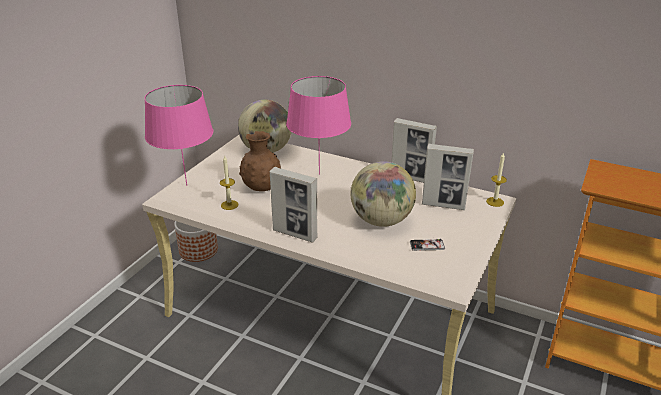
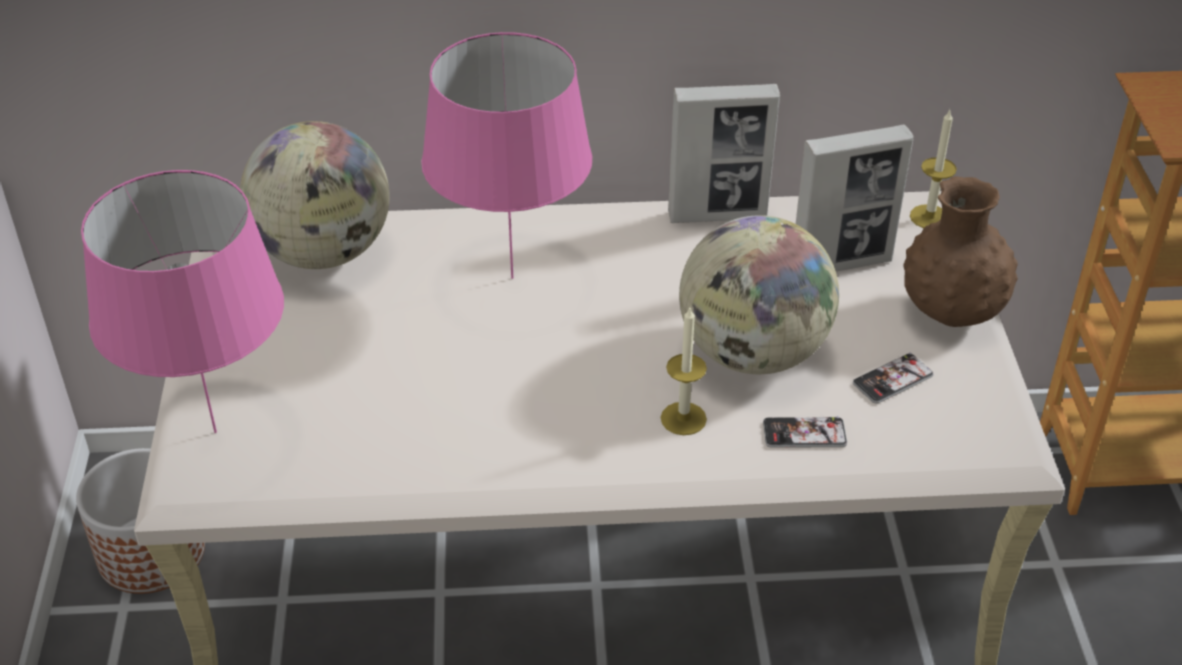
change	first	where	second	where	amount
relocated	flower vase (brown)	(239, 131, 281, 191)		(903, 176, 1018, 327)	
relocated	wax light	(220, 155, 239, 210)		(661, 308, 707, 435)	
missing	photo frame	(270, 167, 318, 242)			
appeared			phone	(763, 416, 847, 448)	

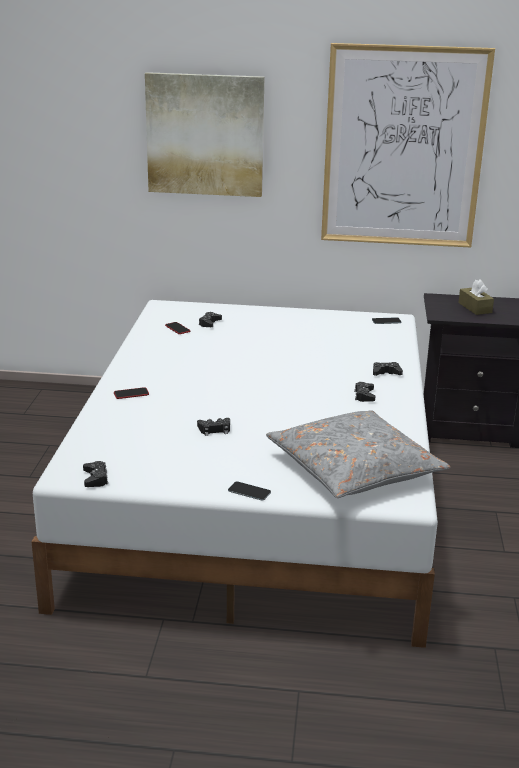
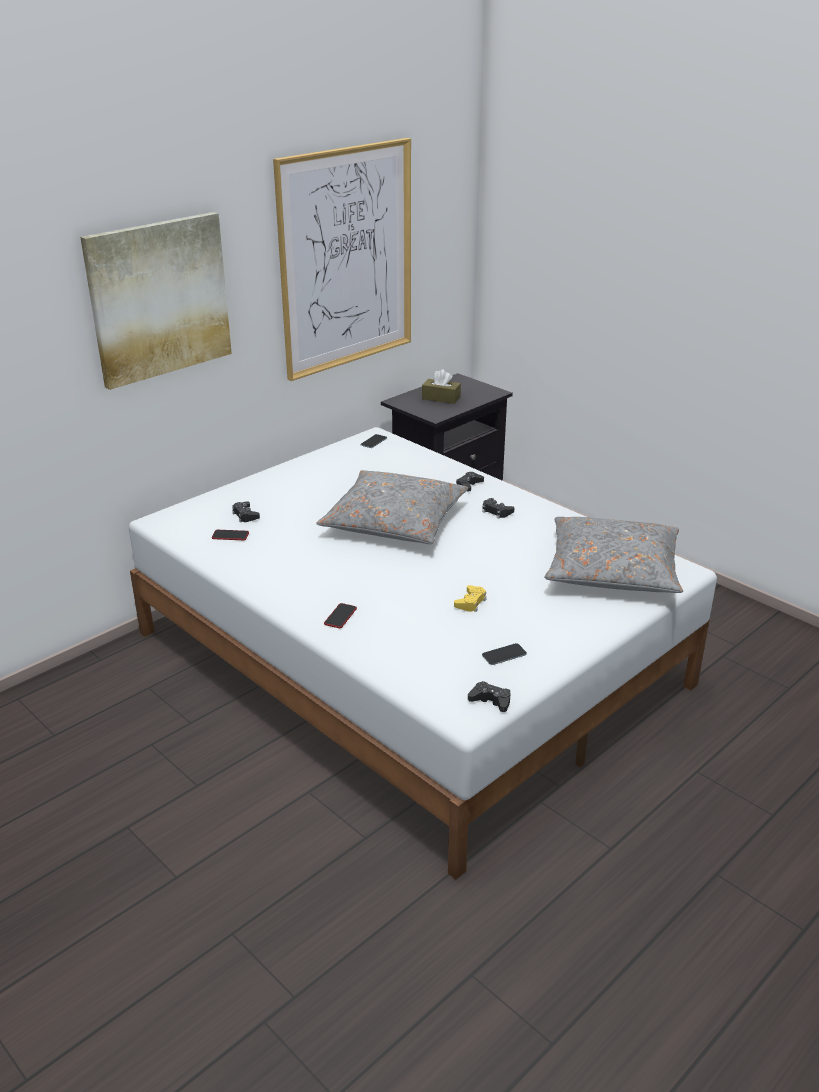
change	first	where	second	where	amount
colour	gamepad (black-coloured)	(197, 418, 230, 436)	gamepad (yellow)	(454, 585, 486, 612)	
relocated	phone	(228, 481, 271, 501)		(482, 643, 527, 665)	
appeared			cushion (greyish)	(316, 470, 468, 544)	

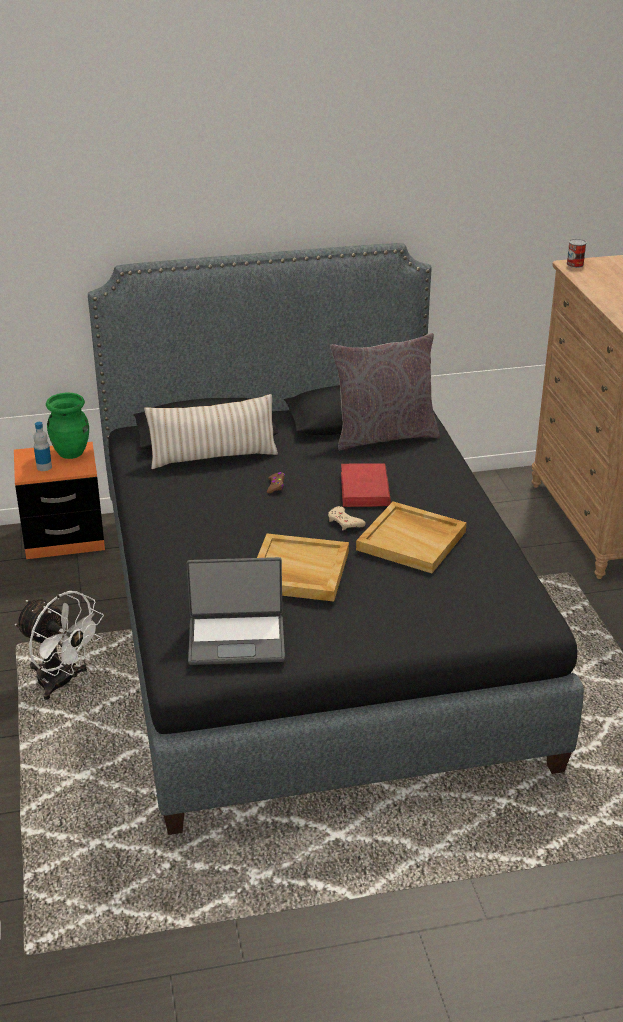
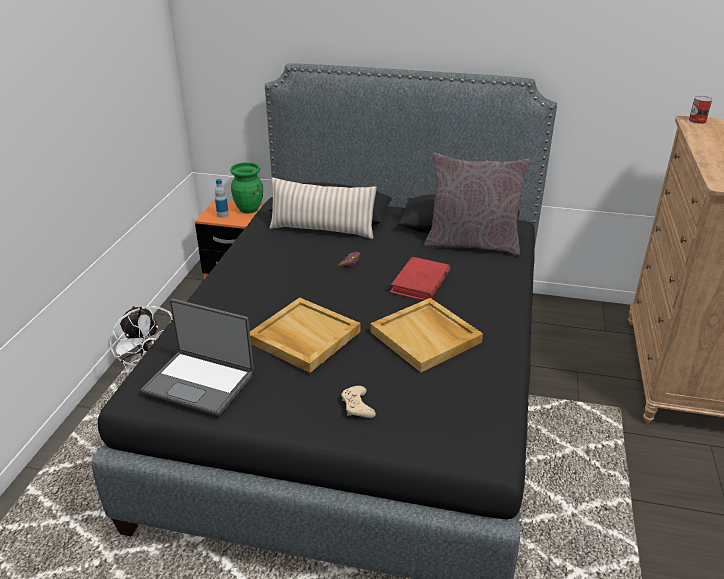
change	first	where	second	where	amount
relocated	gamepad (beige)	(328, 506, 366, 530)		(342, 386, 376, 418)	

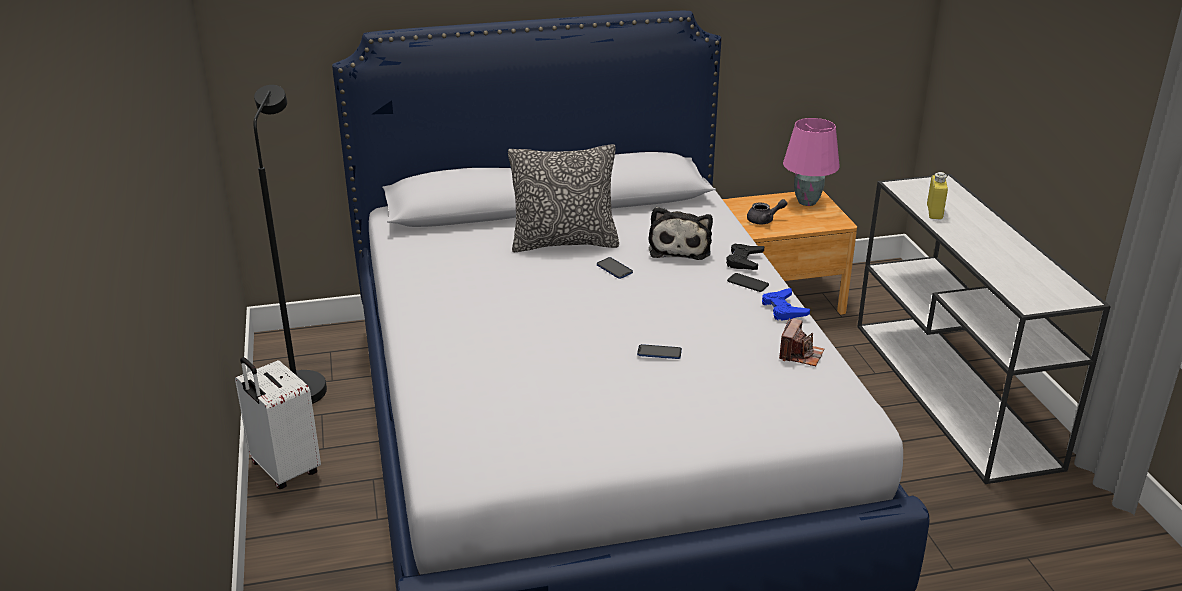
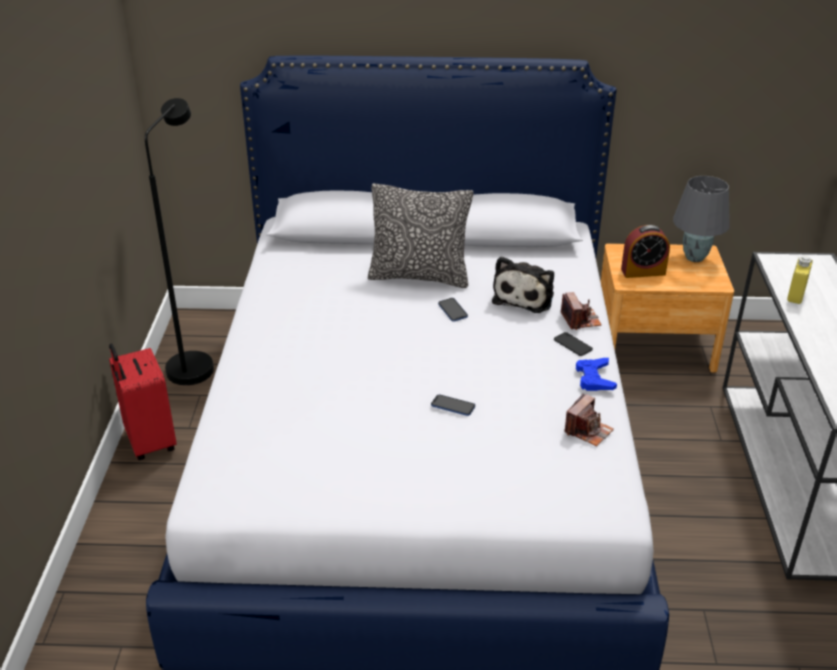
change	first	where	second	where	amount
colour	table lamp (pink-coloured)	(783, 118, 840, 206)	table lamp (greyish)	(673, 176, 730, 262)	
exchanged	pot for tea (greyish)	(747, 199, 787, 224)	table clock	(621, 225, 670, 278)	
exchanged	gamepad (black-coloured)	(726, 244, 764, 270)	still camera	(561, 292, 602, 330)	
colour	suitcase (white)	(235, 357, 321, 489)	suitcase (red)	(109, 344, 177, 460)	

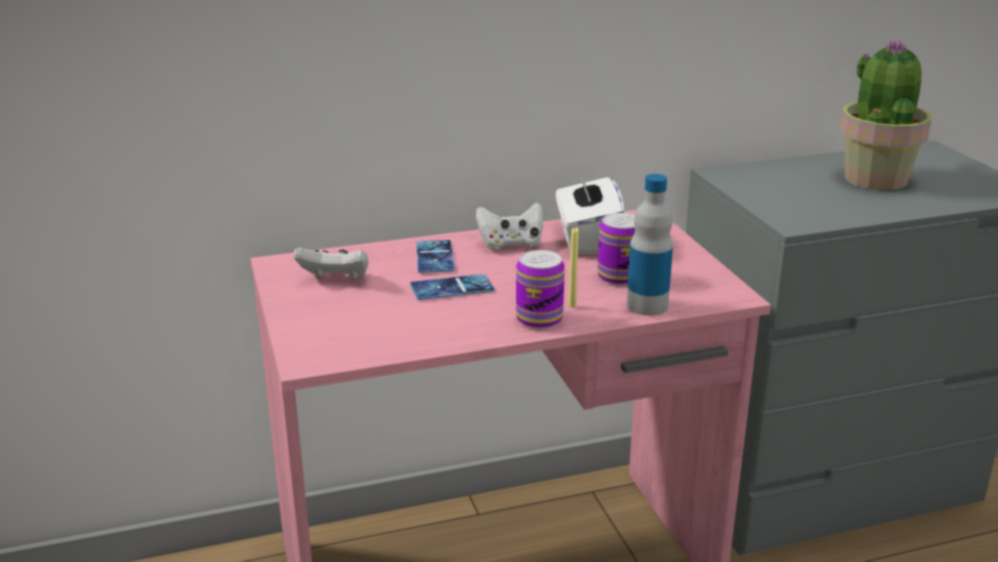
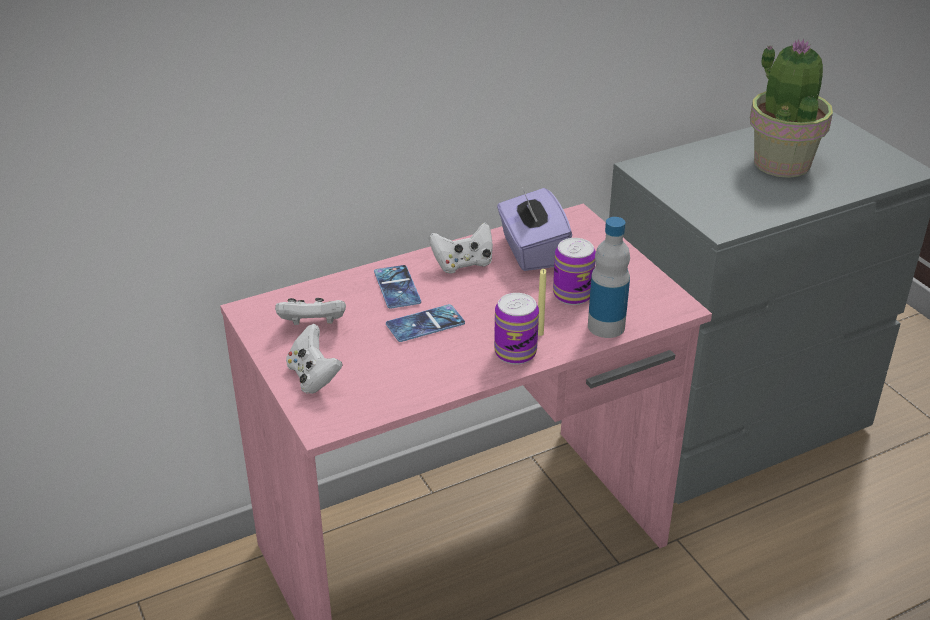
change	first	where	second	where	amount
colour	tissue holder (white)	(556, 166, 625, 254)	tissue holder (purple)	(497, 187, 572, 271)	
appeared			gamepad (white)	(286, 324, 343, 394)	

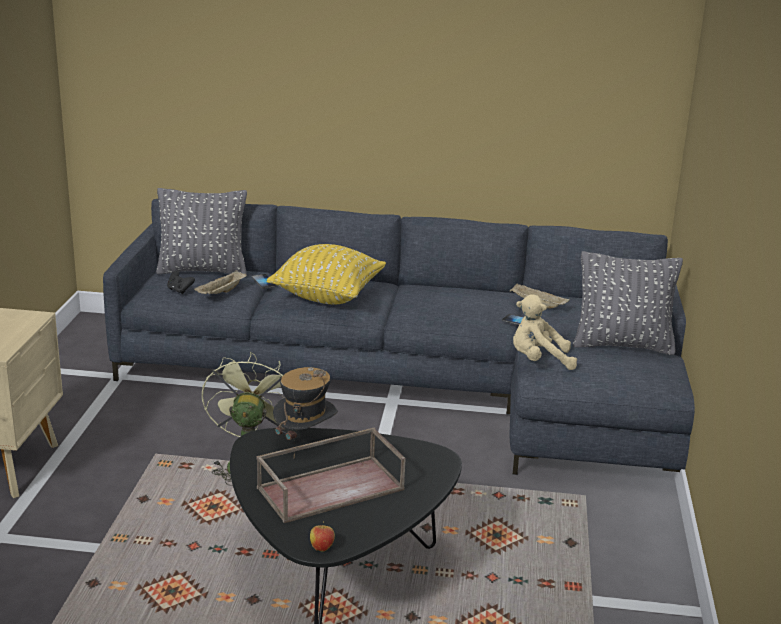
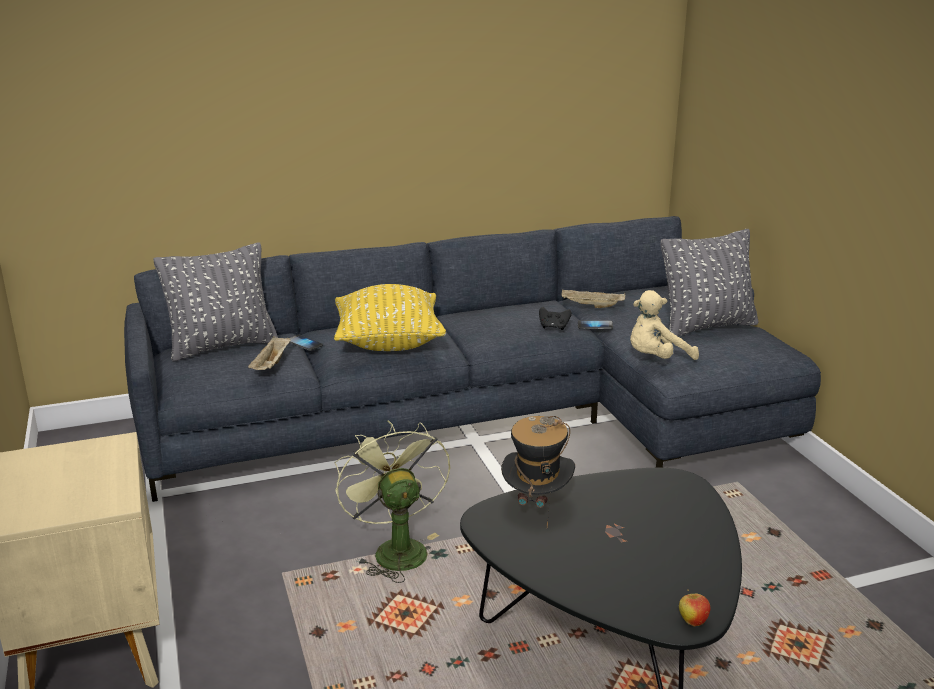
change	first	where	second	where	amount
relocated	gamepad (black-coloured)	(167, 271, 195, 294)		(539, 307, 572, 330)	
missing	carrying tray (brown)	(256, 428, 405, 523)			

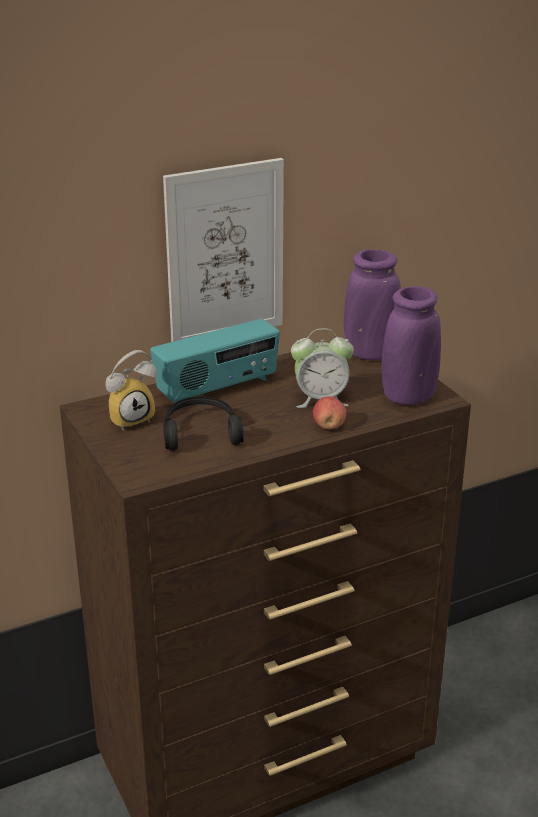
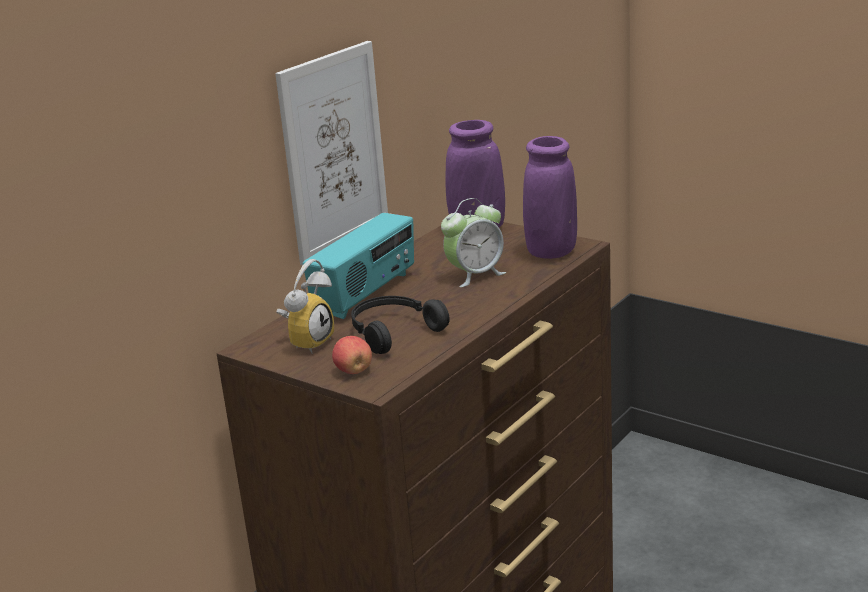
change	first	where	second	where	amount
relocated	apple fruit	(313, 396, 346, 430)		(332, 336, 372, 374)	

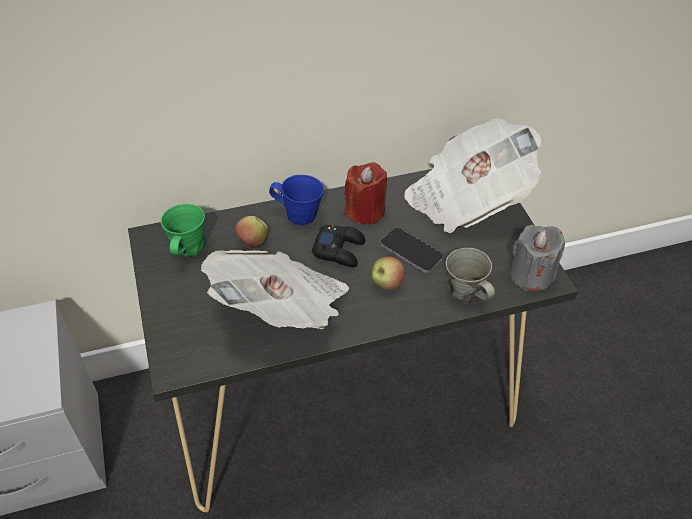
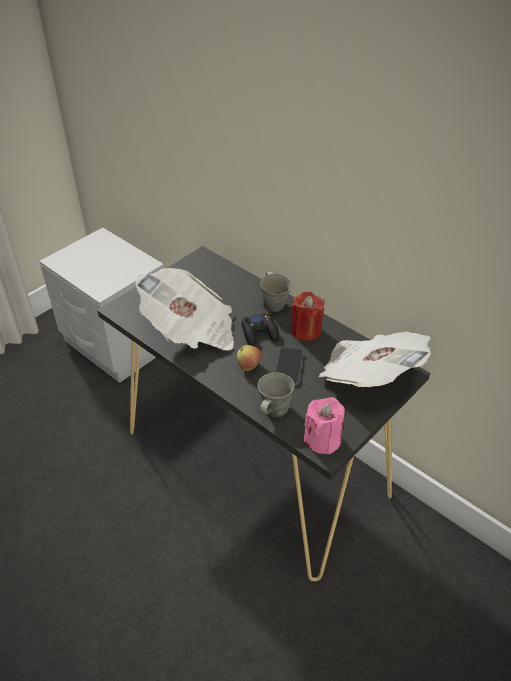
change	first	where	second	where	amount
colour	mug (blue)	(269, 175, 324, 226)	mug (greyish)	(260, 272, 292, 312)	
missing	mug (green)	(161, 204, 205, 257)			
missing	apple fruit	(235, 216, 268, 248)			
colour	wax light (greyish)	(510, 225, 565, 291)	wax light (pink-coloured)	(303, 397, 345, 455)	

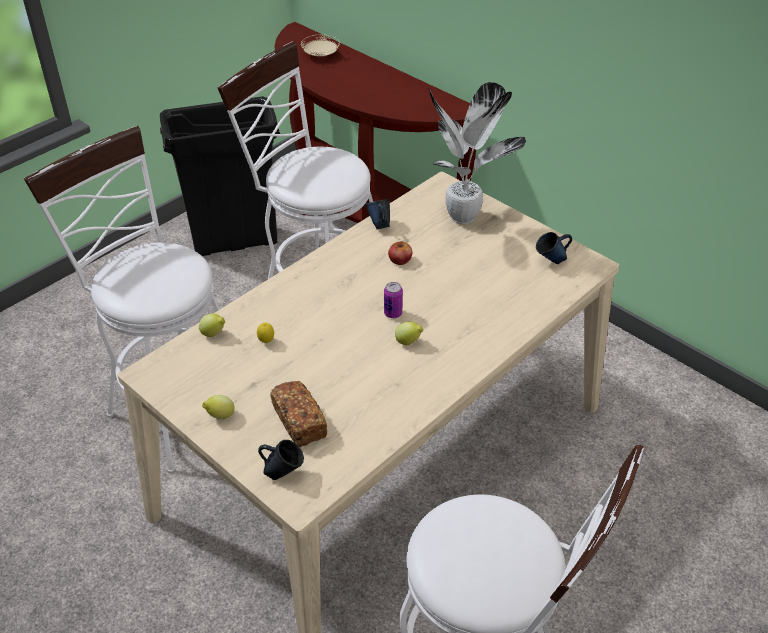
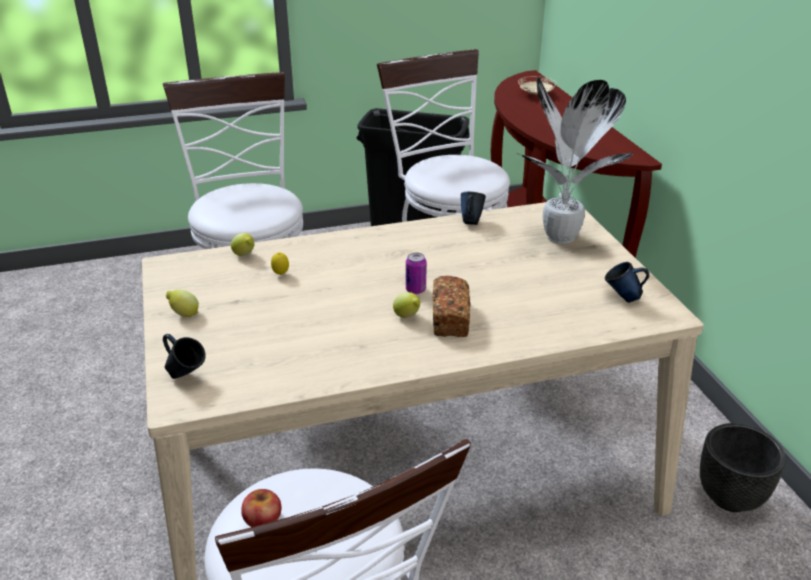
change	first	where	second	where	amount
relocated	apple fruit	(388, 242, 412, 265)		(241, 489, 281, 527)	
relocated	bakery bread	(270, 381, 327, 447)		(433, 276, 471, 337)	
appeared			flower pot (black-coloured)	(700, 423, 786, 512)	

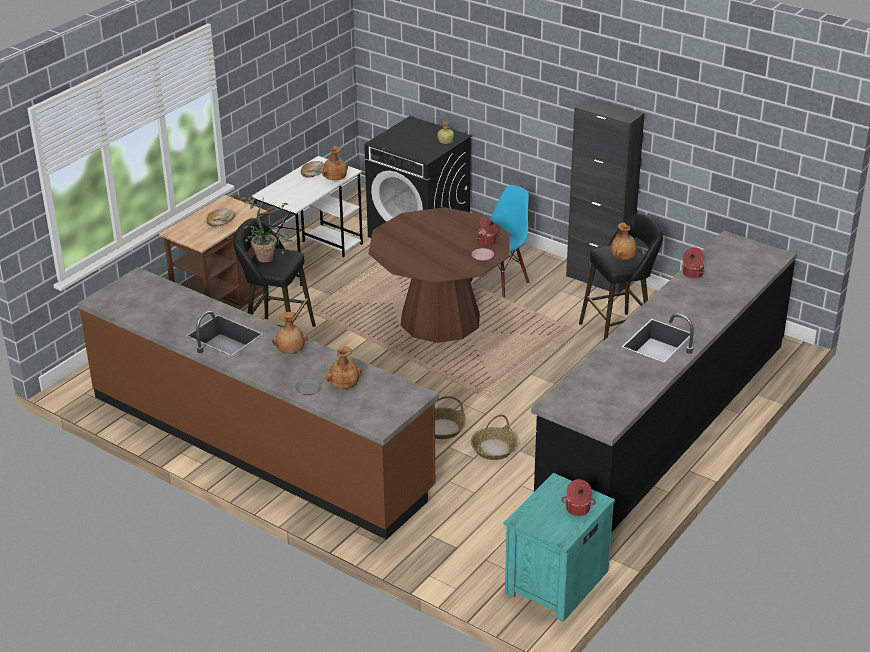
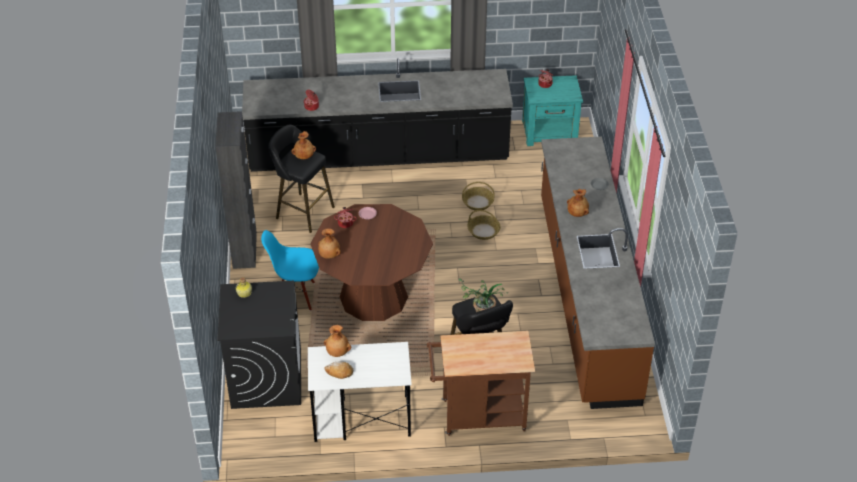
change	first	where	second	where	amount
missing	bakery bread	(206, 209, 236, 227)			
relocated	flower vase (brown)	(326, 346, 362, 389)		(318, 228, 341, 259)	

